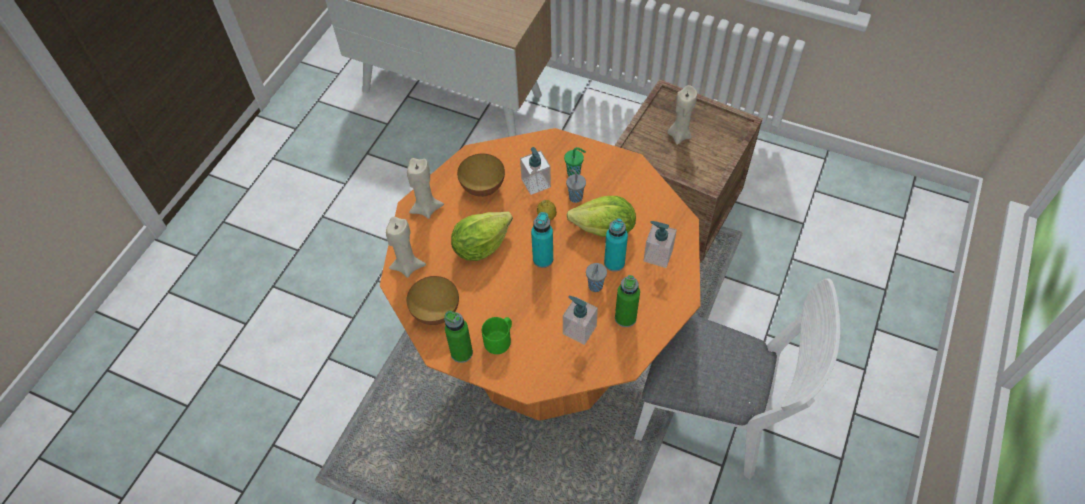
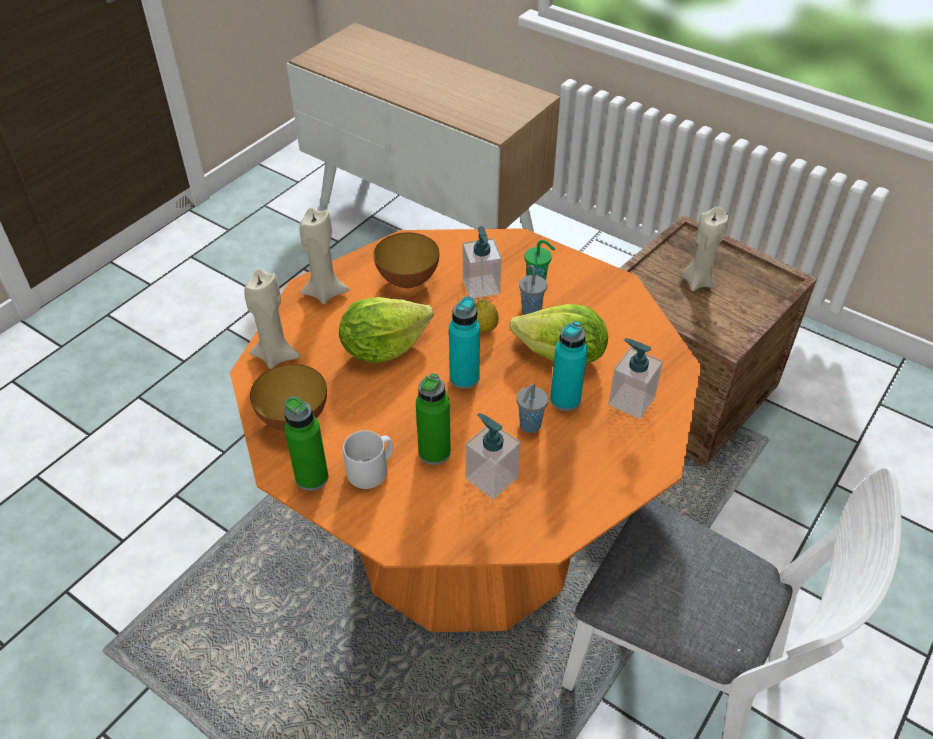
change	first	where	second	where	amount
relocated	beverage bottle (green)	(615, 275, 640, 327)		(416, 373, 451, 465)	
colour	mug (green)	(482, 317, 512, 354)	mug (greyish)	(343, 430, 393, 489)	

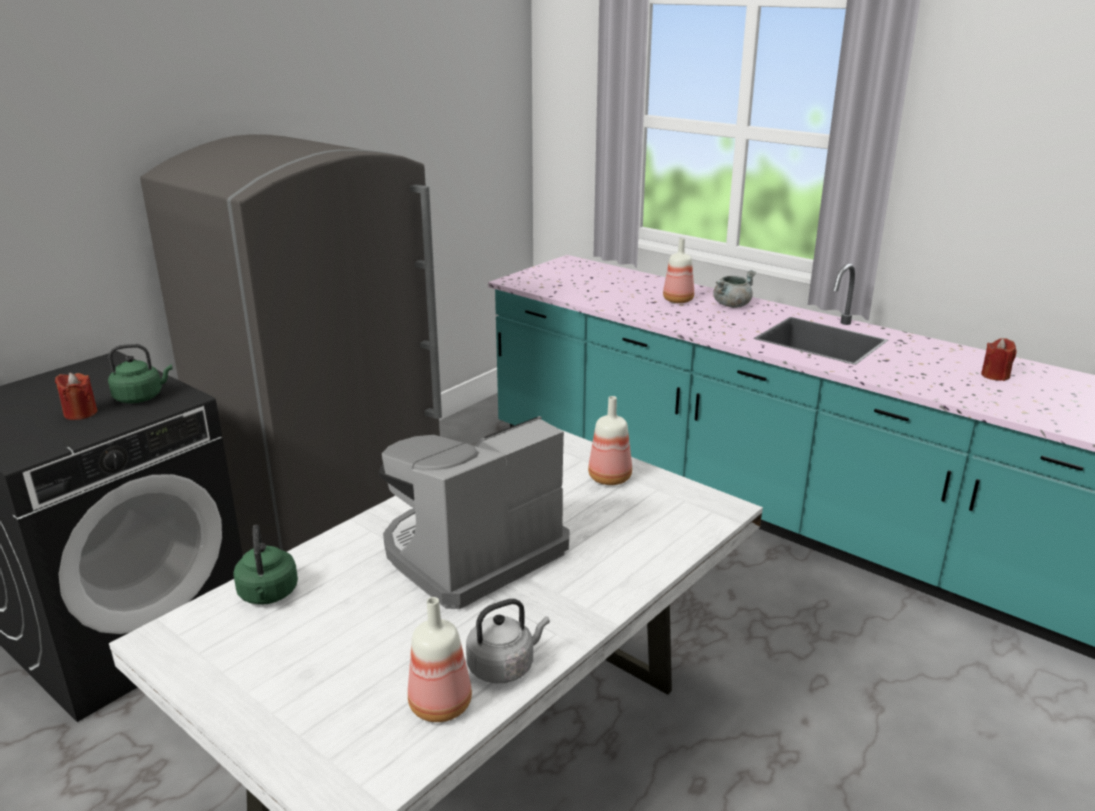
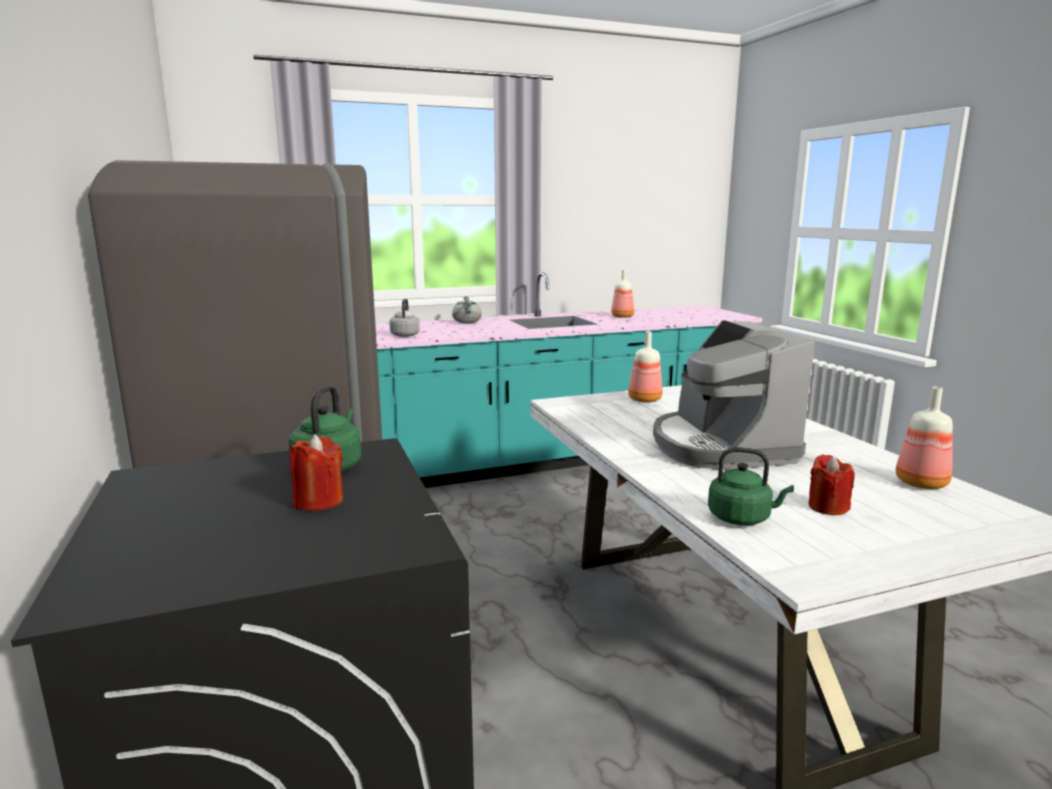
change	first	where	second	where	amount
relocated	beverage bottle	(663, 238, 694, 303)		(611, 269, 634, 318)	
relocated	wax light (red)	(981, 338, 1017, 381)		(809, 455, 855, 515)	
relocated	kettle (greyish)	(466, 599, 550, 683)		(389, 298, 420, 337)	

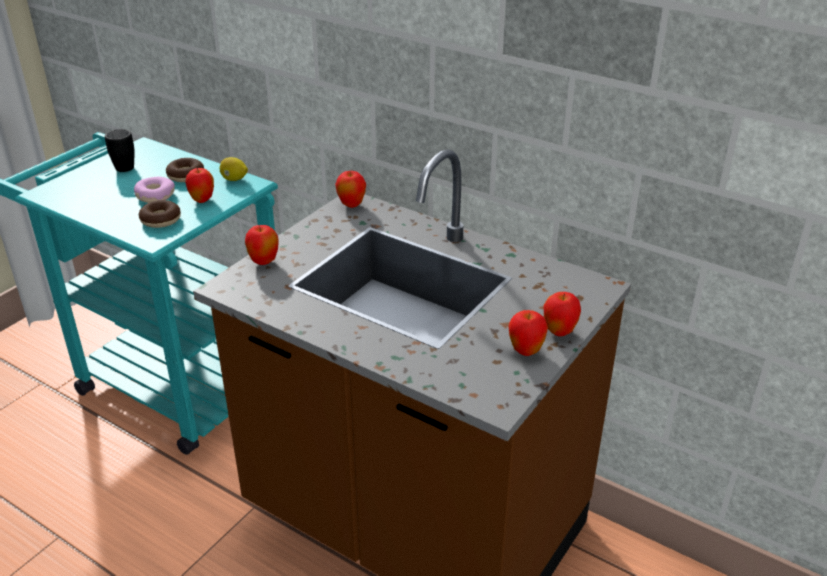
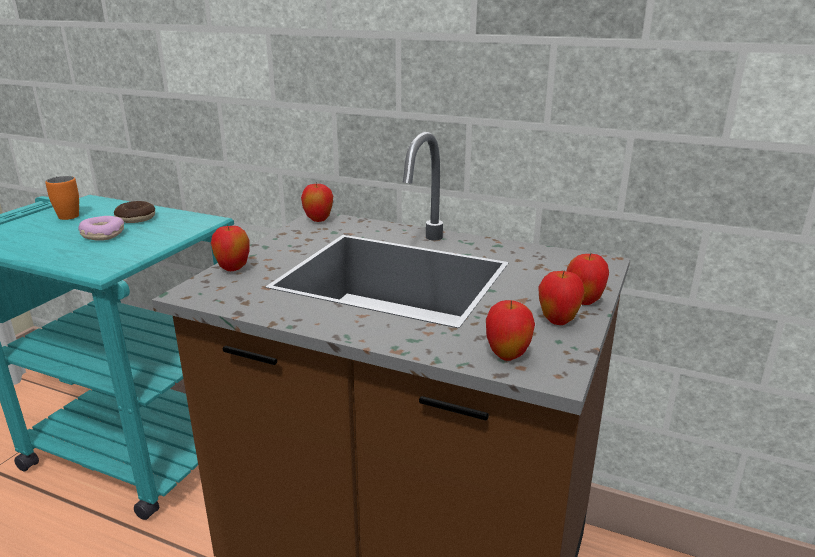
change	first	where	second	where	amount
colour	mug (black-coloured)	(105, 129, 134, 172)	mug (orange-coloured)	(45, 176, 79, 220)	
missing	whole lemon	(220, 157, 248, 181)			
relocated	apple fruit	(186, 168, 214, 203)		(486, 300, 535, 361)	
missing	ring doughnut	(139, 200, 181, 228)			

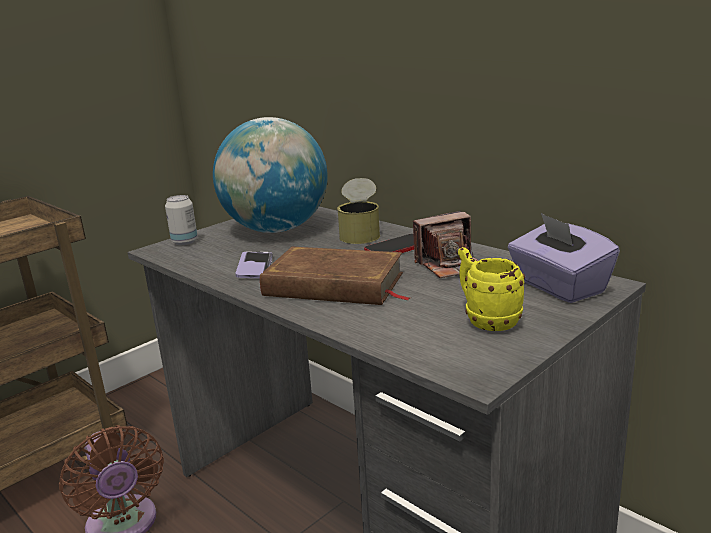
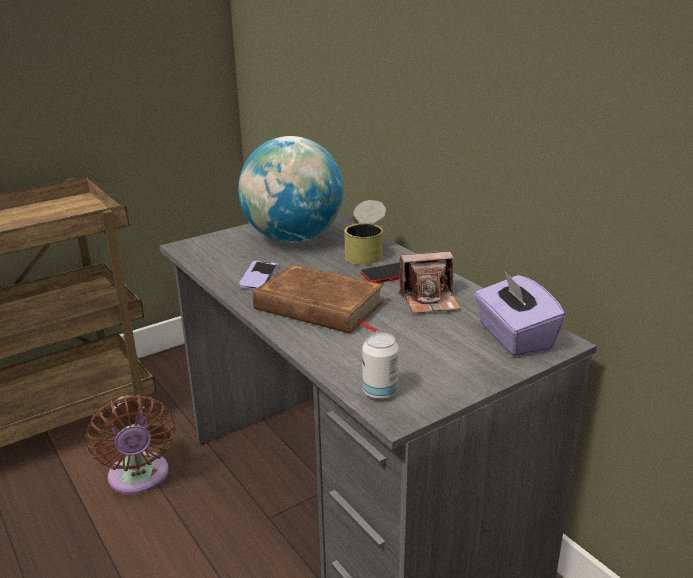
change	first	where	second	where	amount
relocated	can	(165, 195, 198, 245)		(362, 332, 399, 400)	
missing	mug (yellow)	(458, 247, 525, 331)			

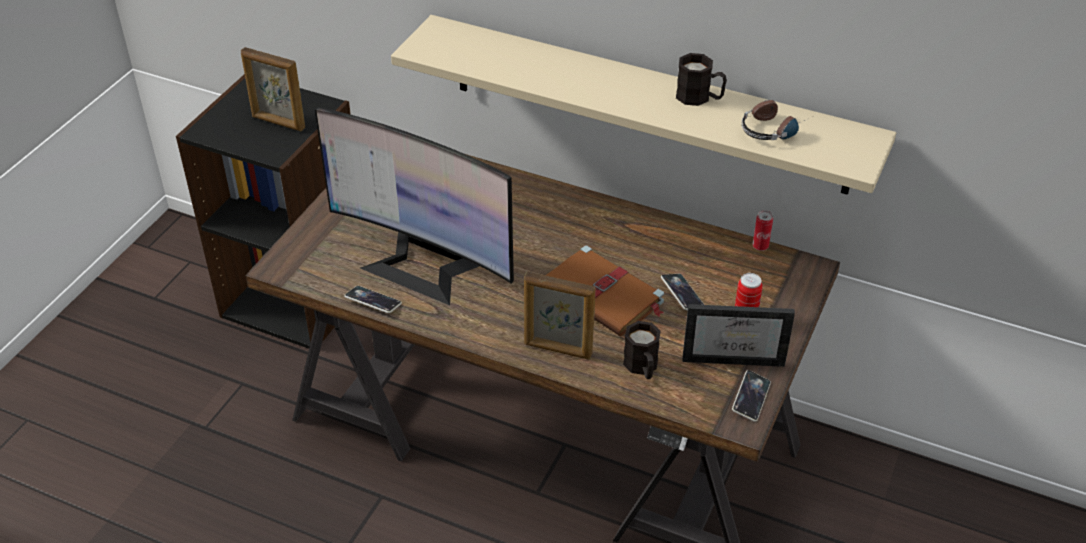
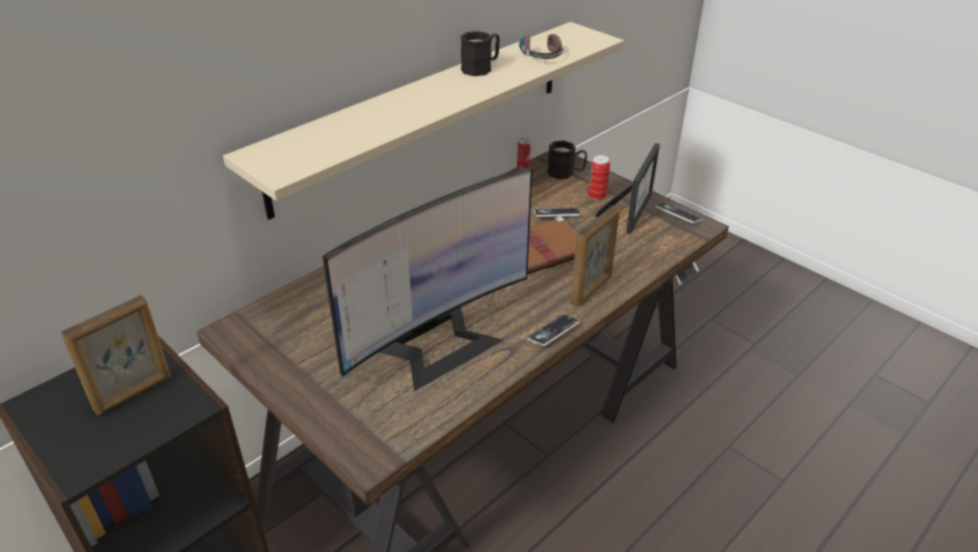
change	first	where	second	where	amount
relocated	phone	(344, 286, 402, 313)		(527, 315, 580, 346)	
relocated	mug (black-coloured)	(623, 321, 661, 379)		(547, 140, 587, 179)	

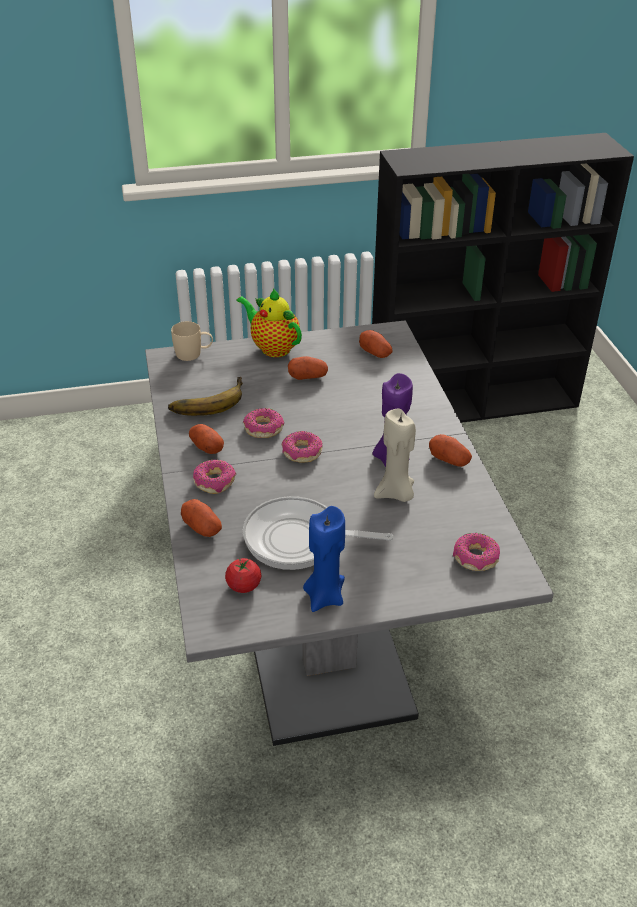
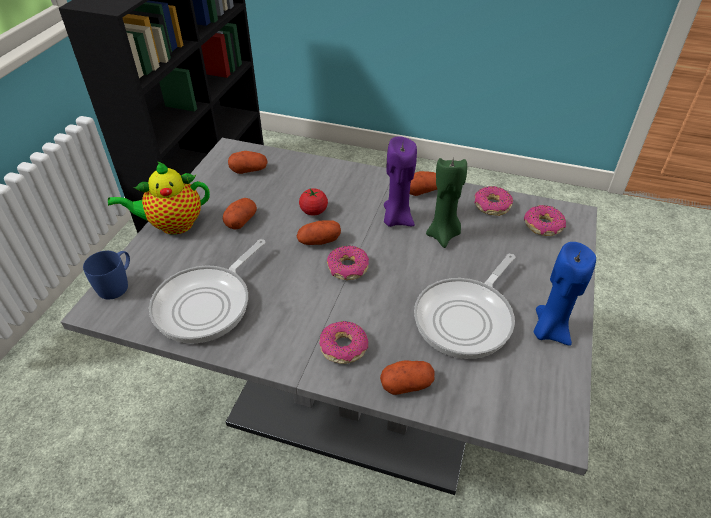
change	first	where	second	where	amount
colour	mug (beige)	(171, 321, 213, 361)	mug (blue)	(83, 251, 130, 299)	
exchanged	whole banana	(168, 377, 243, 416)	frying pan	(149, 239, 266, 344)	
relocated	ring doughnut	(243, 408, 284, 438)		(474, 186, 513, 216)	
colour	wax light (beige)	(374, 408, 416, 502)	wax light (green)	(426, 156, 467, 248)	
relocated	potato	(189, 424, 224, 454)		(297, 220, 341, 245)	
relocated	fresh tomato	(225, 558, 261, 593)		(299, 188, 328, 215)	

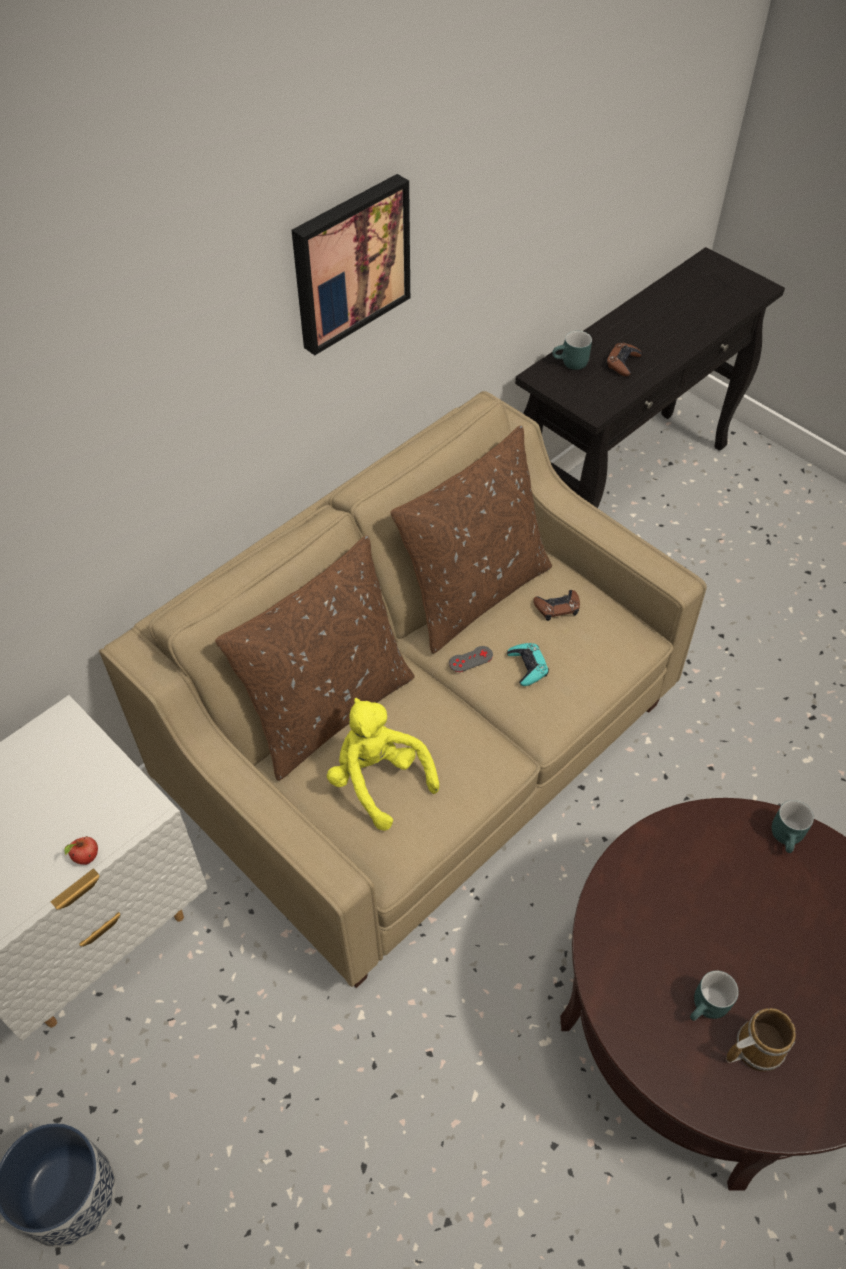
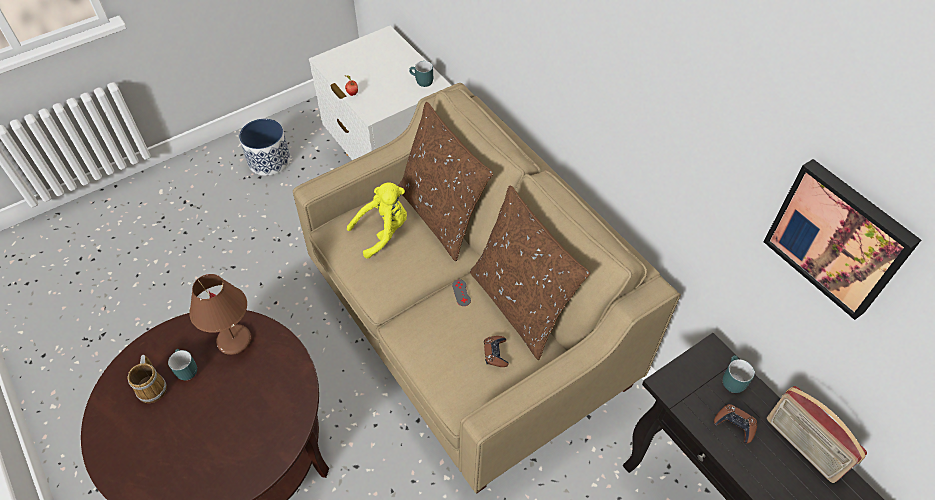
change	first	where	second	where	amount
relocated	picture	(291, 174, 410, 355)		(764, 159, 921, 320)	
missing	gamepad (turquoise)	(507, 643, 549, 686)			
relocated	mug (turquoise)	(772, 800, 814, 853)		(409, 61, 433, 87)	
appeared			table lamp (brown)	(189, 274, 251, 355)	
appeared			radio receiver	(767, 386, 867, 483)	

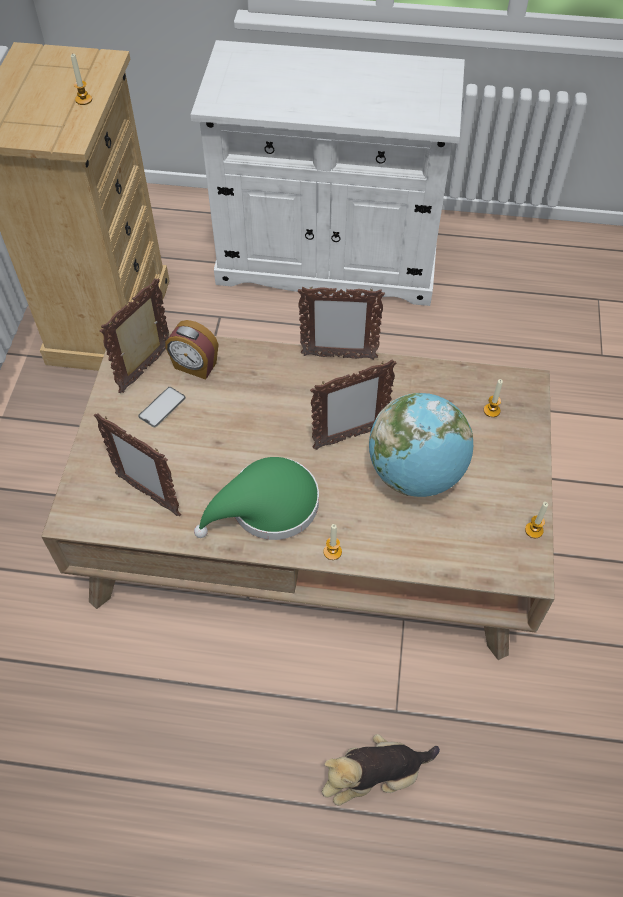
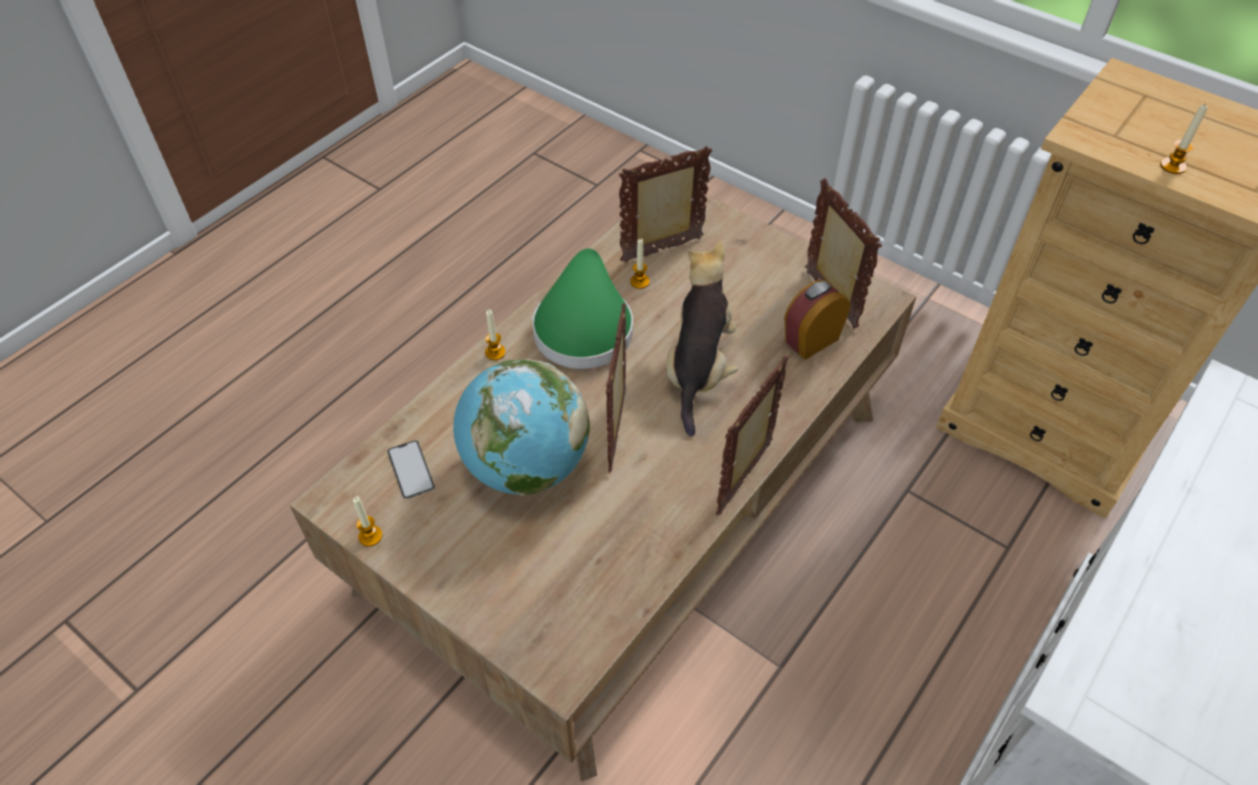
change	first	where	second	where	amount
relocated	wax light	(484, 379, 503, 417)		(630, 239, 650, 289)	
relocated	phone	(138, 387, 186, 428)		(387, 440, 435, 499)	
relocated	cuddly toy	(322, 734, 440, 806)		(666, 241, 738, 436)	

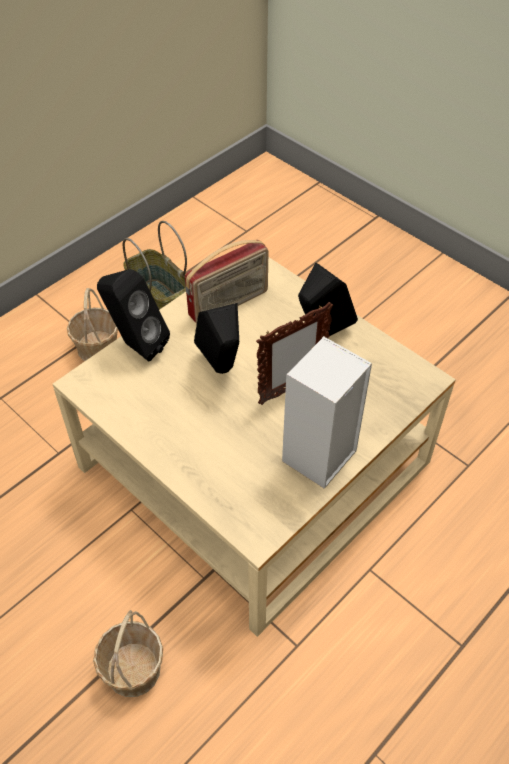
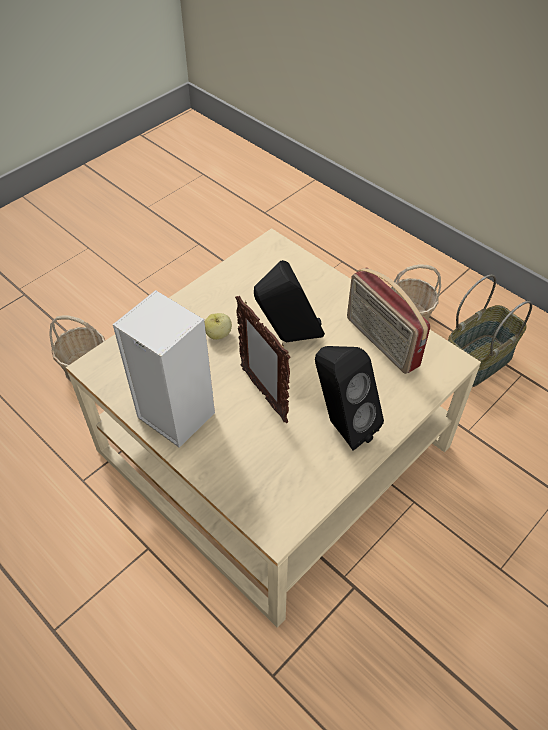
change	first	where	second	where	amount
missing	audio speaker (black-coloured)	(97, 269, 170, 362)			
appeared			apple fruit	(205, 313, 232, 340)	

